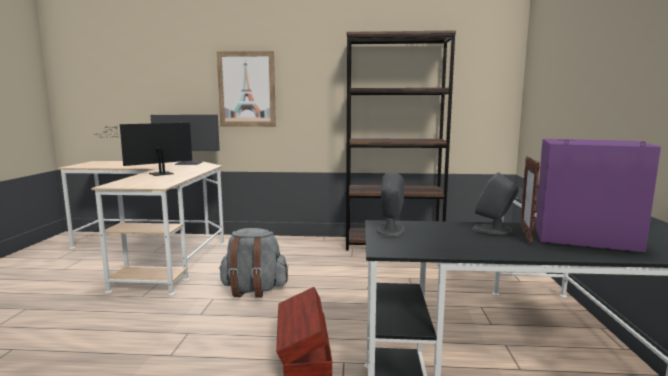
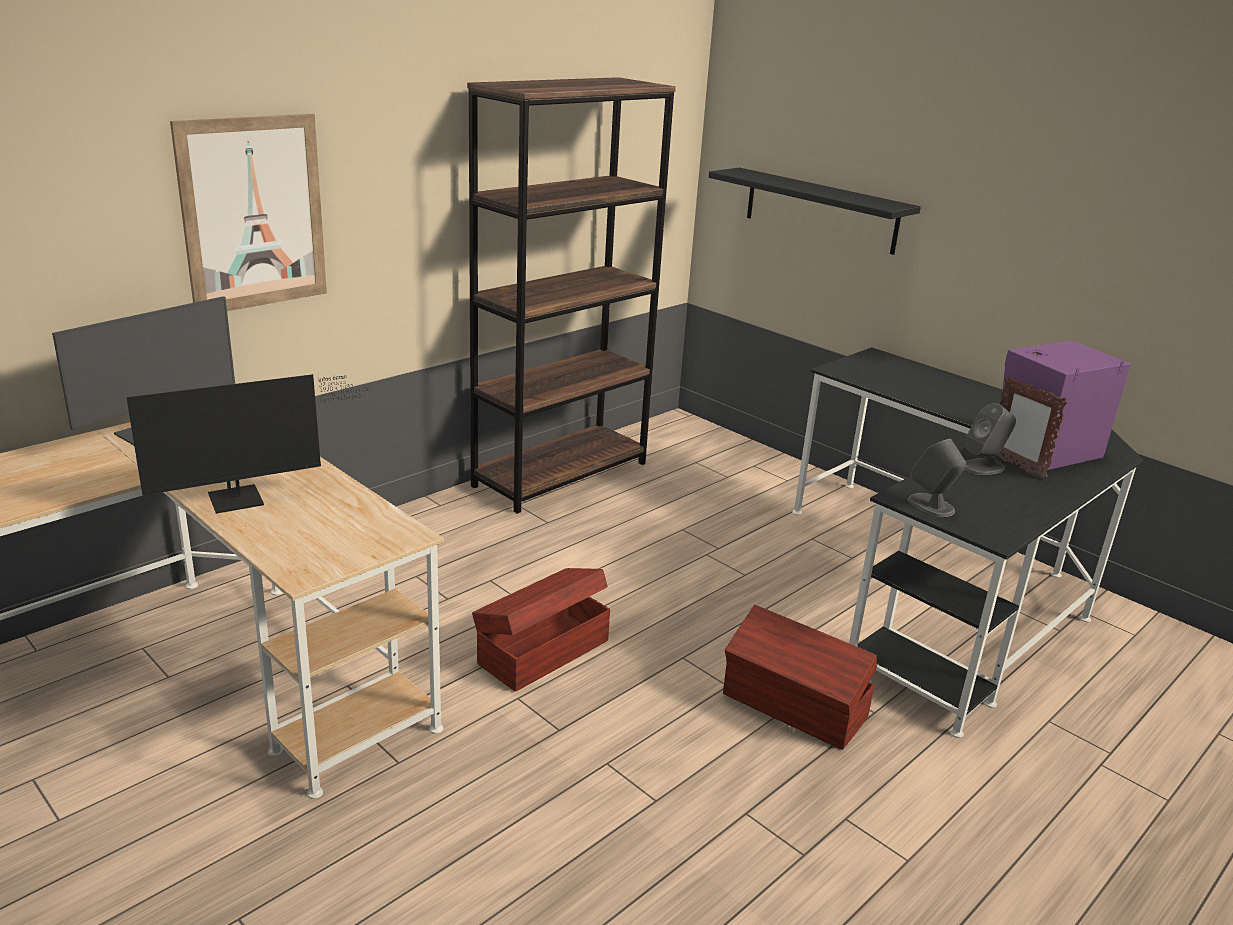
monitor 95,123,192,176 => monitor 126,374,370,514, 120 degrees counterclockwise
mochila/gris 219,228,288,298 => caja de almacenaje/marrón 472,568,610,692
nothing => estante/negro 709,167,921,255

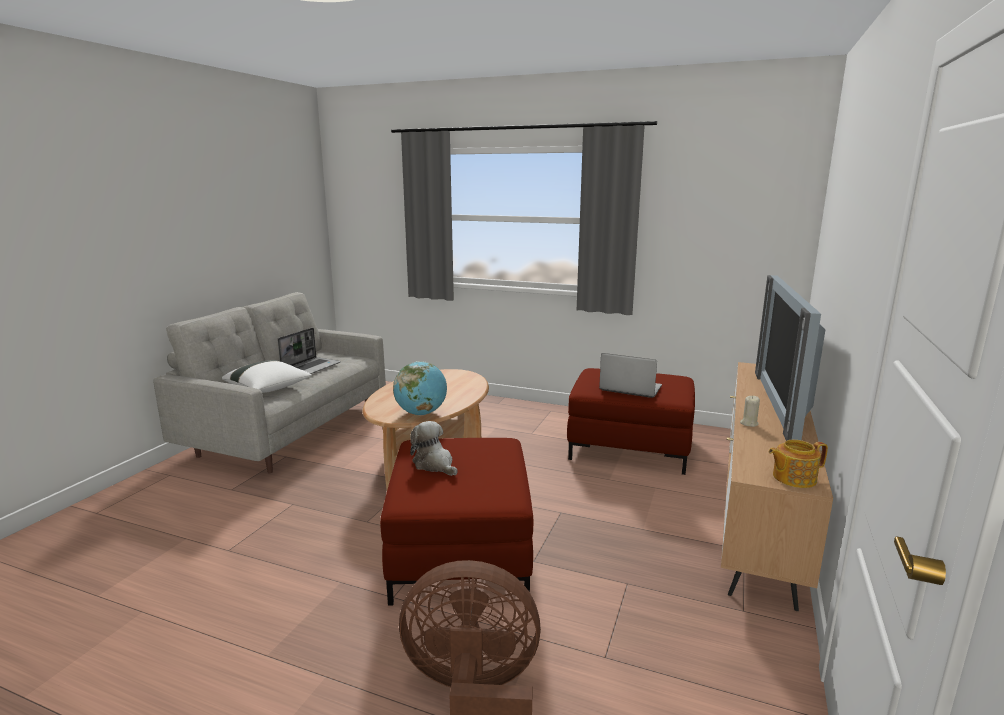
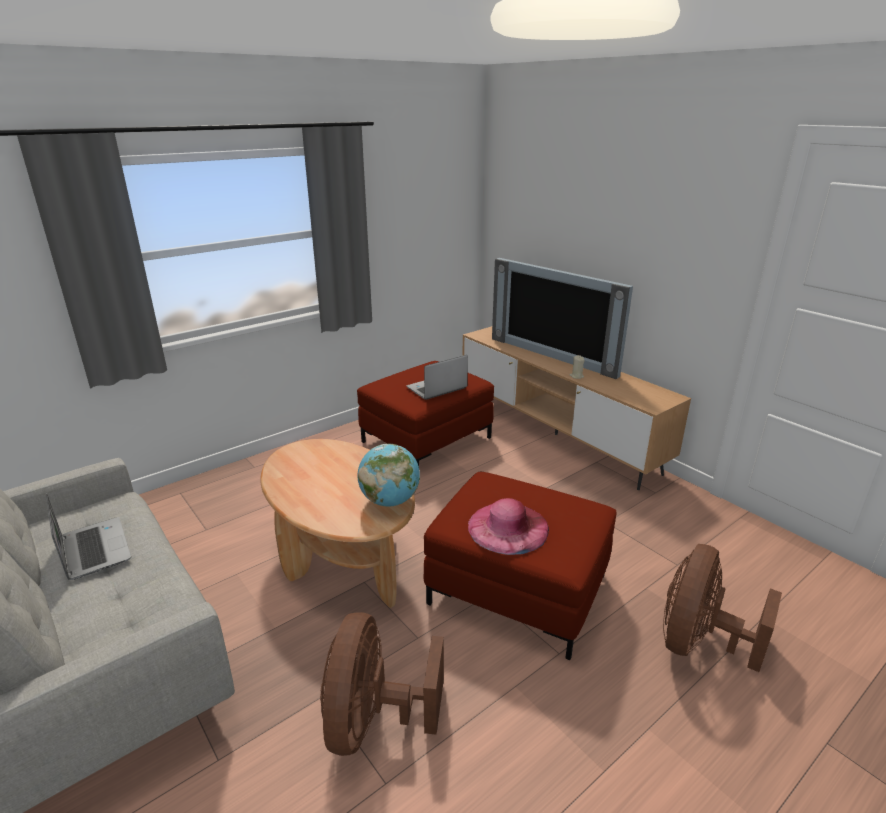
cojín/blanco 222,360,312,393 => nothing
peluche 410,421,458,476 => sombrero/rosa 468,498,549,555
tetera 768,440,828,488 => nothing
nothing => ventilador/marrón 320,612,444,756

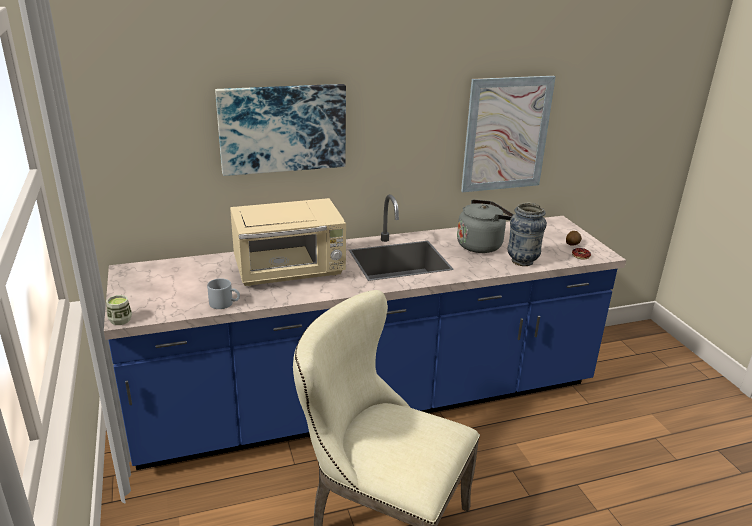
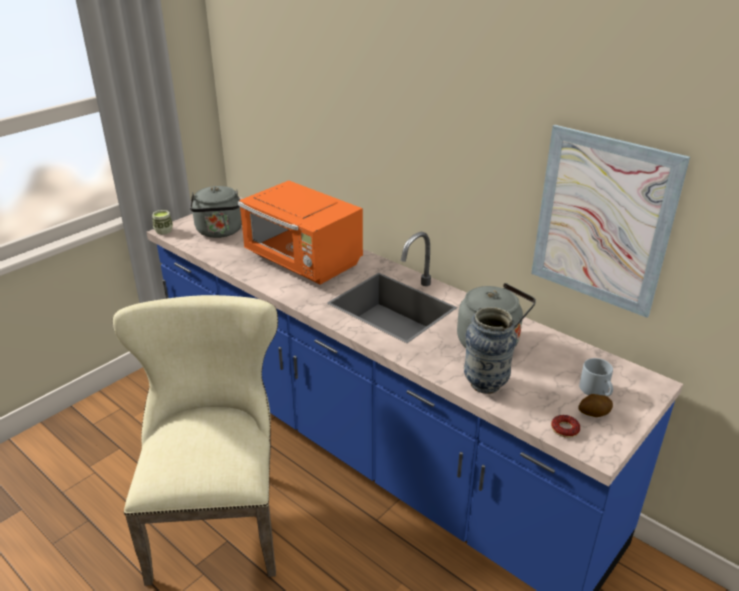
taza grande/gris 207,278,240,309 => taza grande/gris 579,358,613,396, move
cuadro 215,84,346,176 => nothing
microondas/beis 230,198,346,286 => microondas/naranja 238,180,363,285
nothing => hervidor/gris 190,186,242,238

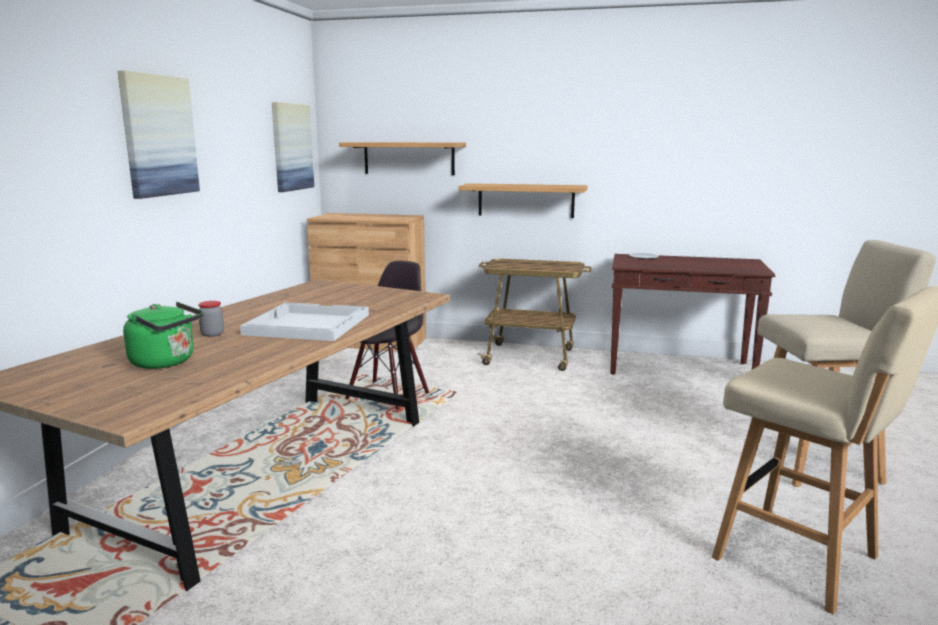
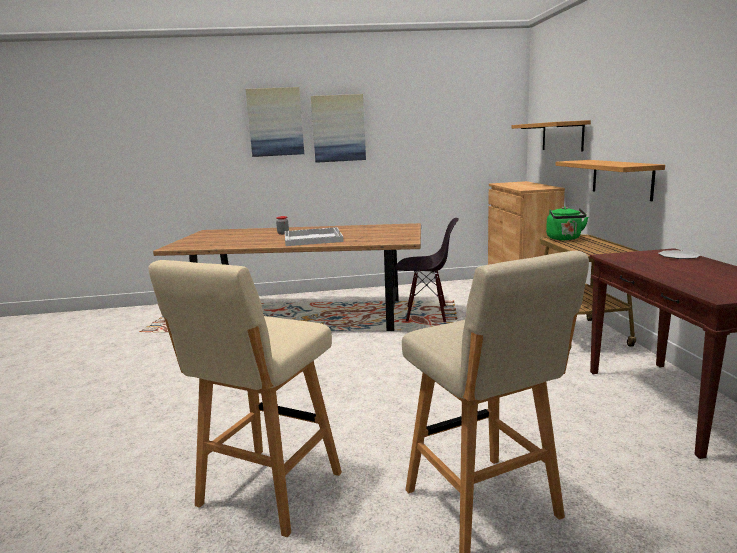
hervidor/verde 123,302,203,369 => hervidor/verde 546,206,588,240, move
cuadro 272,102,314,192 => cuadro 246,87,304,157, move

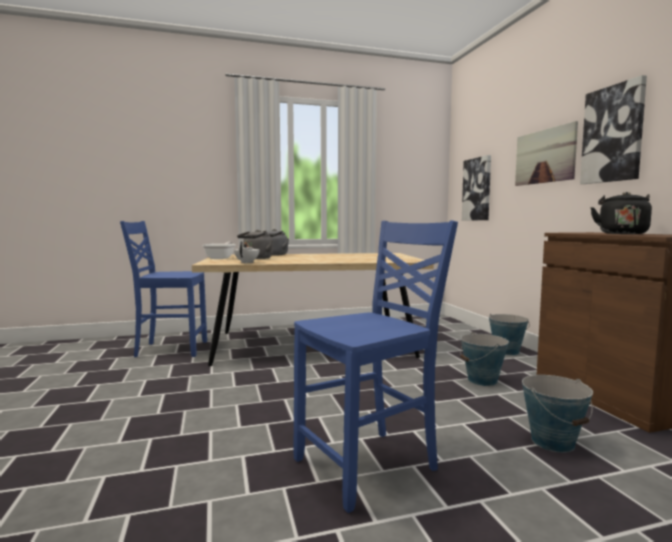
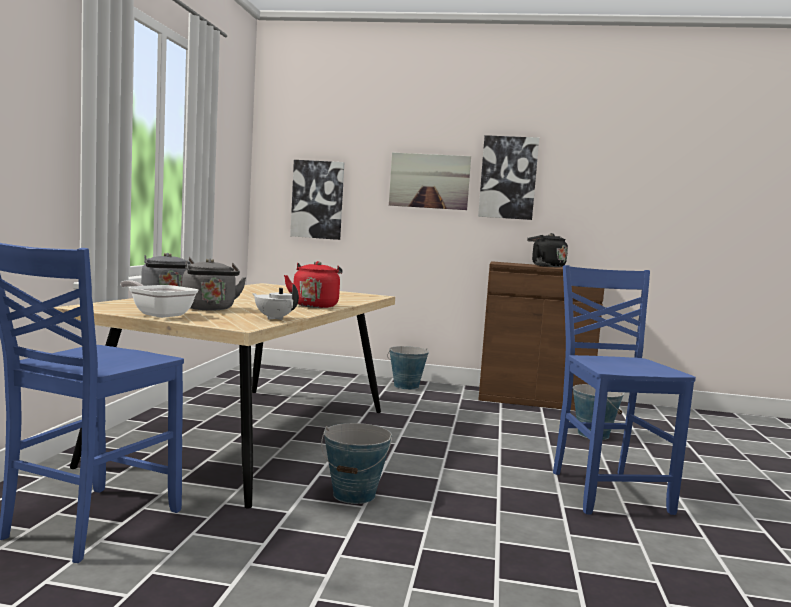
cubo 460,332,509,386 => cubo 321,423,392,504, move
nothing => hervidor/rojo 284,261,343,308

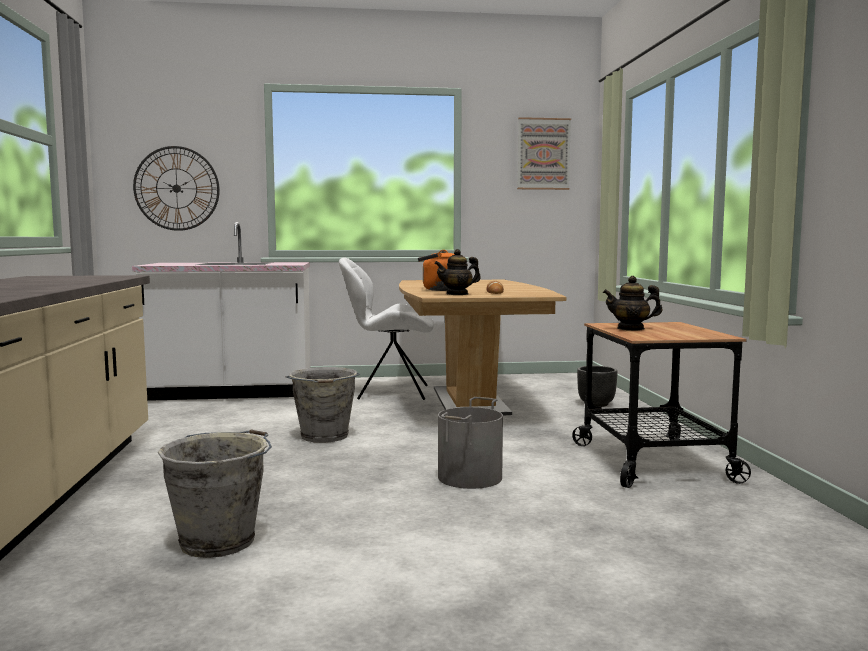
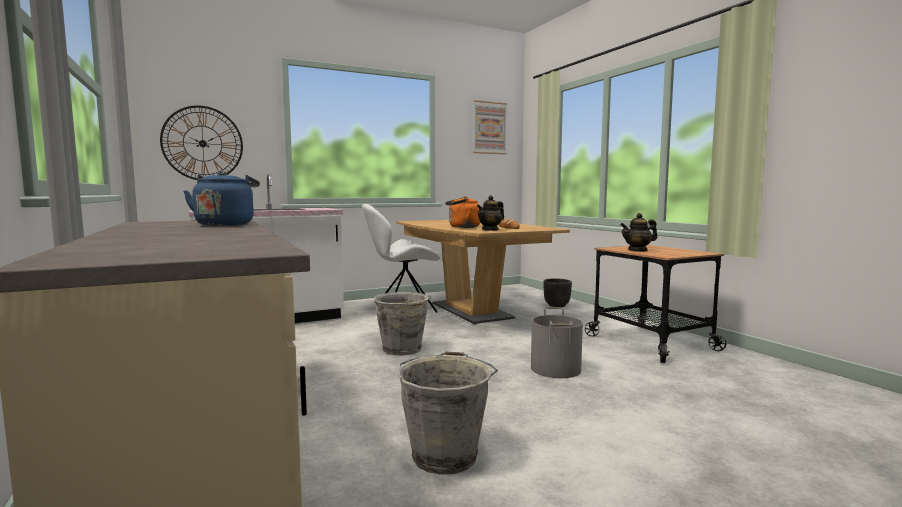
nothing => hervidor/azul 184,171,260,226

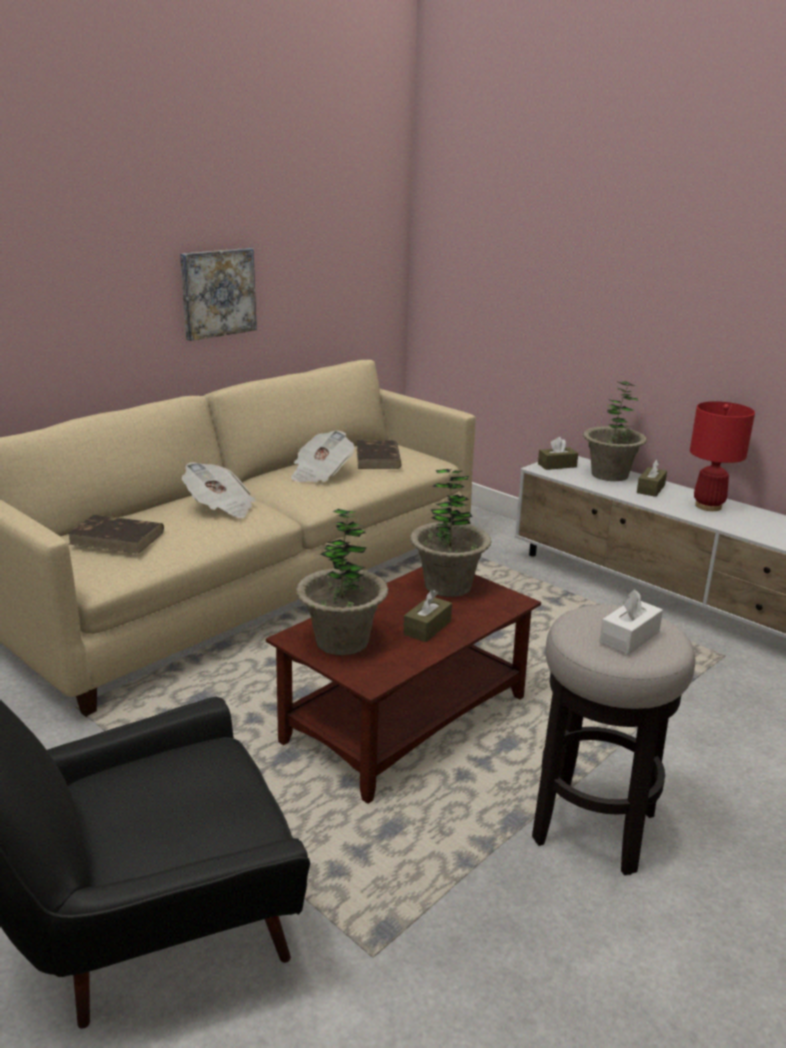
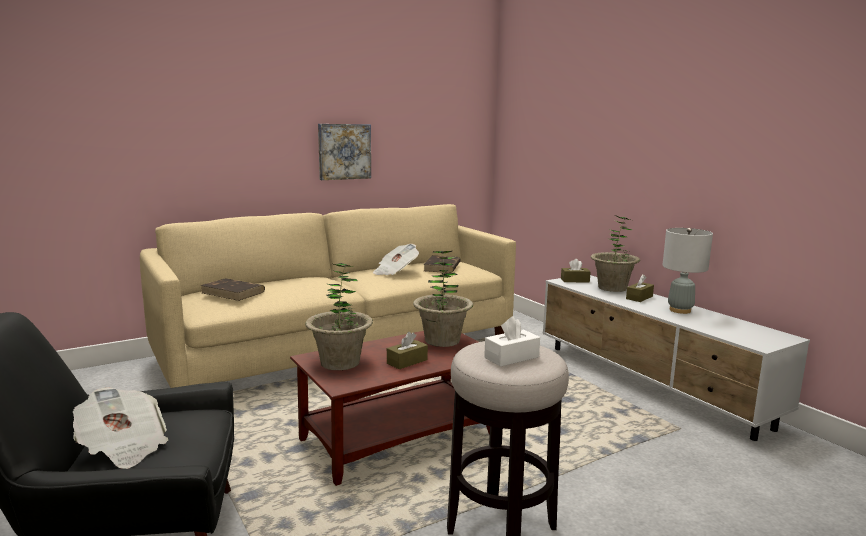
periódico 182,462,256,518 => periódico 73,387,168,469, move
lámpara de mesa/rojo 690,401,755,511 => lámpara de mesa/gris 663,228,713,314

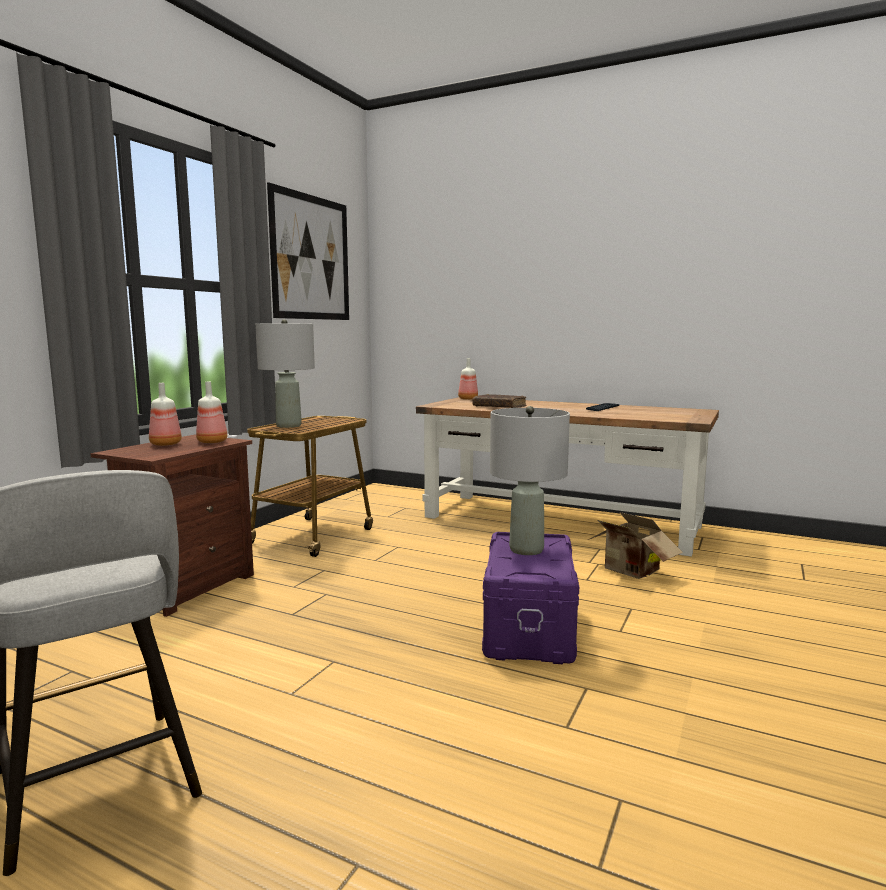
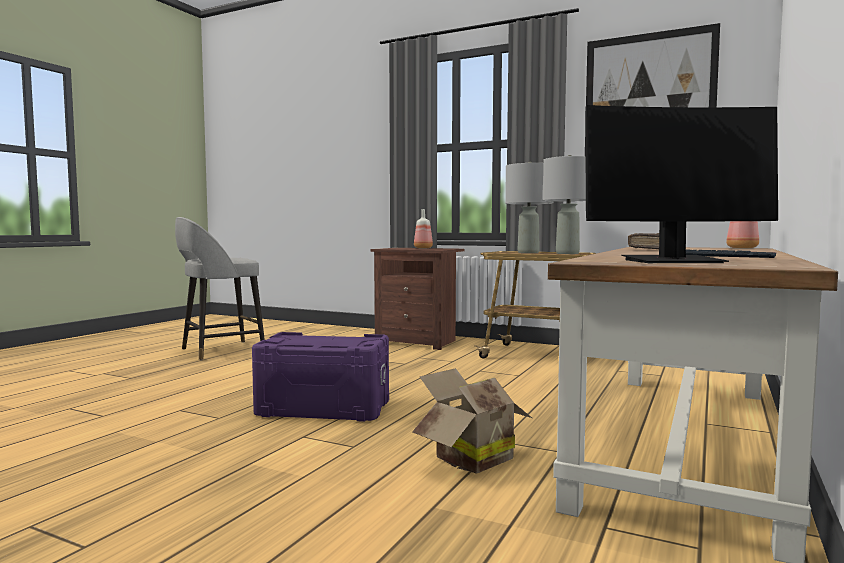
botella 196,382,227,443 => nothing
lámpara de mesa/gris 490,406,570,555 => lámpara de mesa/gris 543,155,586,254, move
nothing => monitor 585,105,778,263

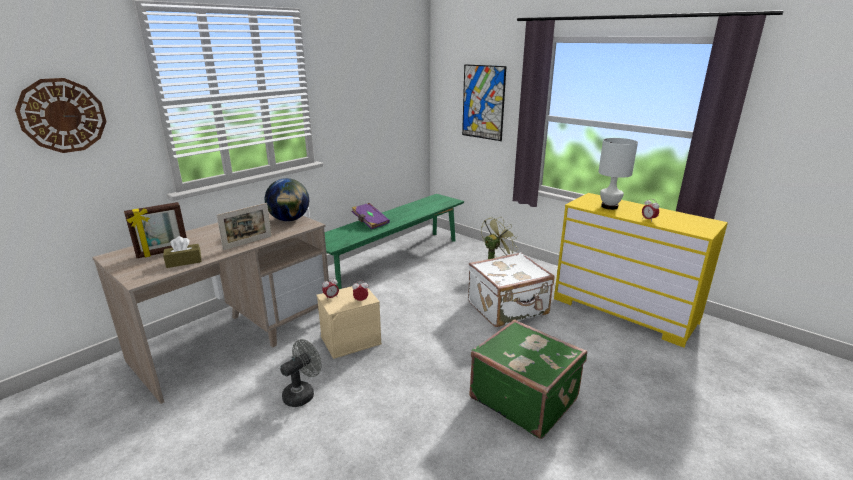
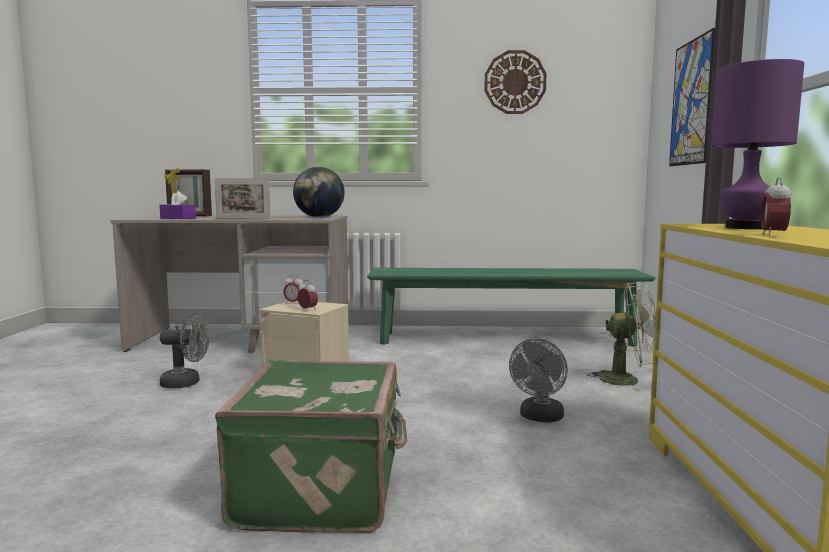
reloj de pared 15,78,107,153 => reloj de pared 484,50,547,114, move
caja de pañuelos/marrón 163,236,202,268 => caja de pañuelos/morado 160,191,196,219
libro/morado 352,203,390,230 => nothing
maleta/blanco 468,252,554,327 => ventilador/gris 509,339,568,423
lámpara de mesa/blanco 598,138,638,210 => lámpara de mesa/morado 712,59,804,229

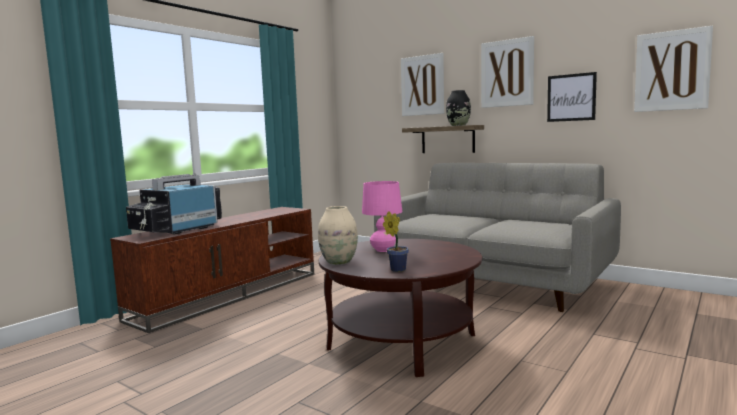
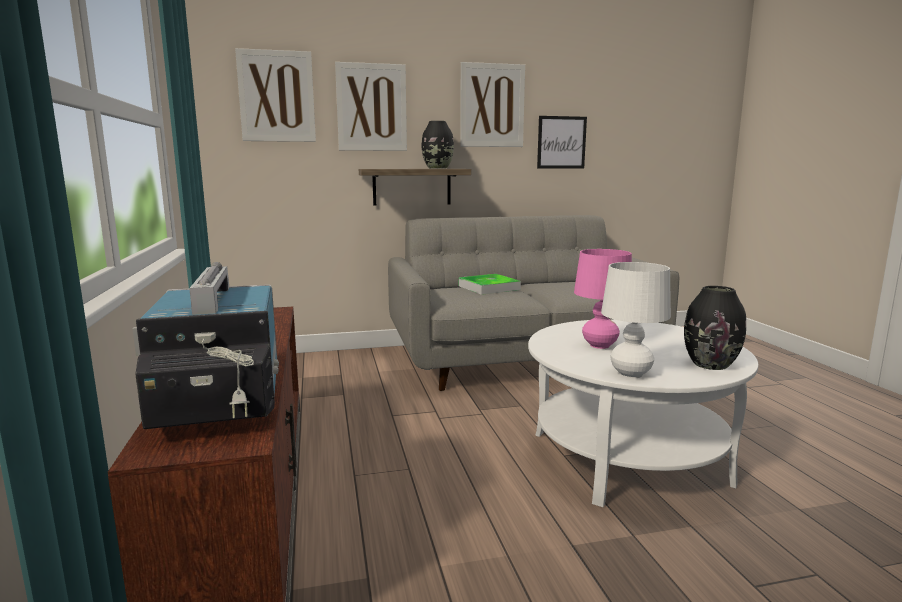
florero/beis 318,206,358,265 => lámpara de mesa/blanco 601,262,671,378
mesa de centro/marrón 319,239,482,377 => mesa de centro/blanco 528,319,758,507
planta en maceta 383,211,409,272 => florero/negro 684,286,746,370
cuadro 634,26,713,112 => cuadro 235,48,316,142, move
nothing => bandeja 459,274,521,295

